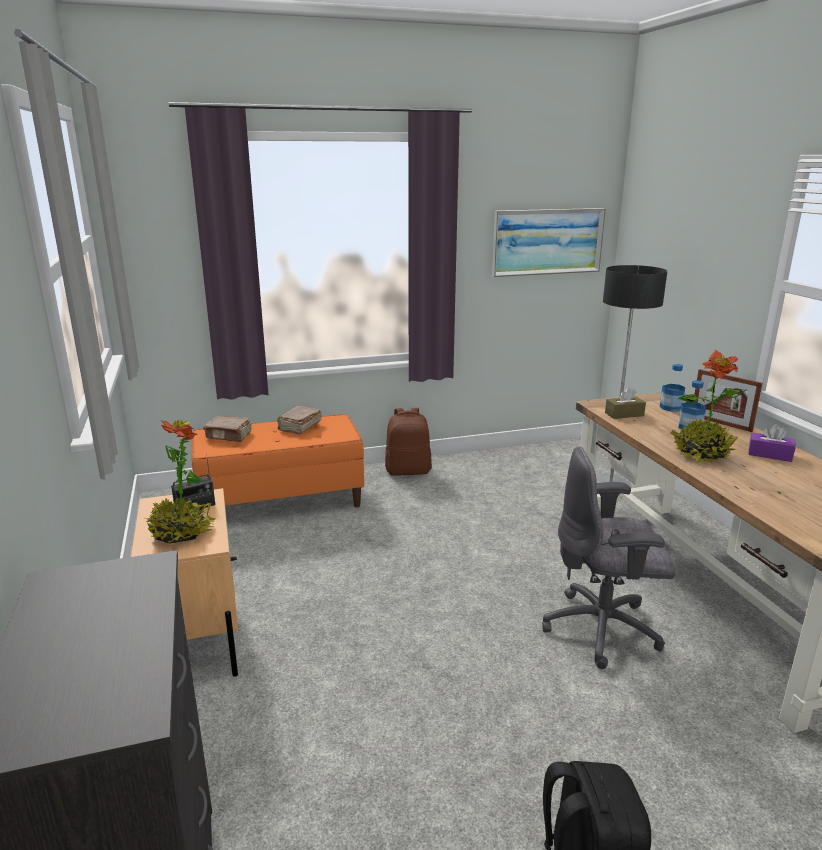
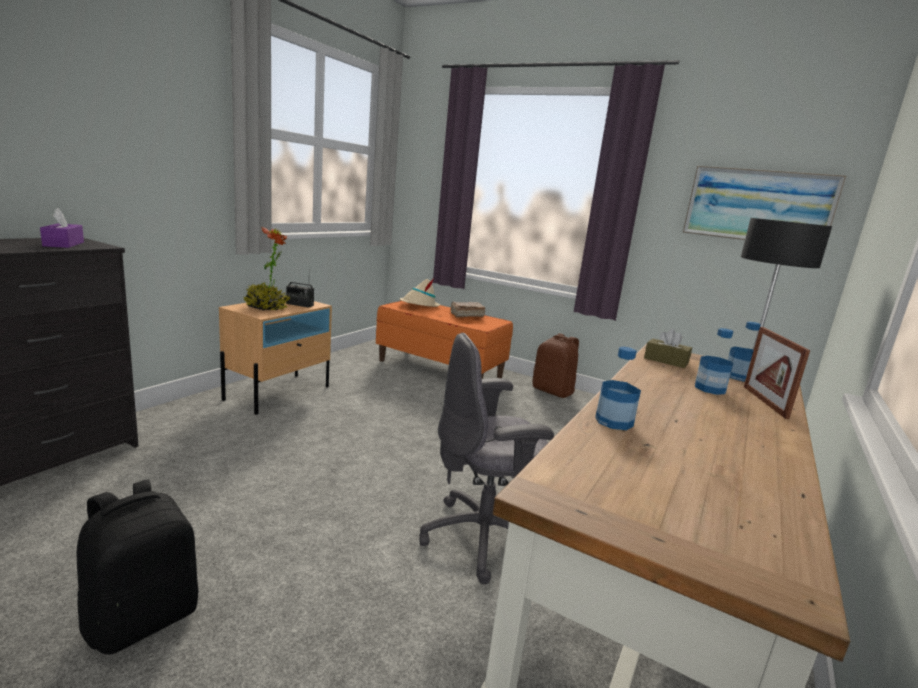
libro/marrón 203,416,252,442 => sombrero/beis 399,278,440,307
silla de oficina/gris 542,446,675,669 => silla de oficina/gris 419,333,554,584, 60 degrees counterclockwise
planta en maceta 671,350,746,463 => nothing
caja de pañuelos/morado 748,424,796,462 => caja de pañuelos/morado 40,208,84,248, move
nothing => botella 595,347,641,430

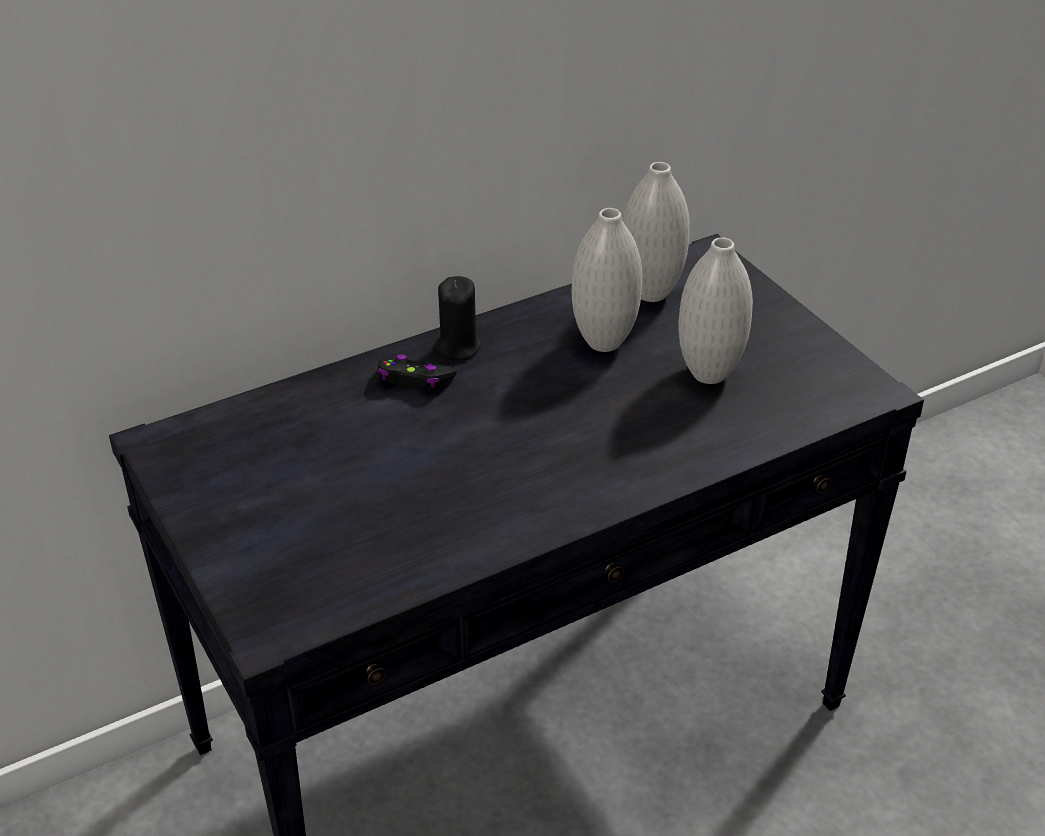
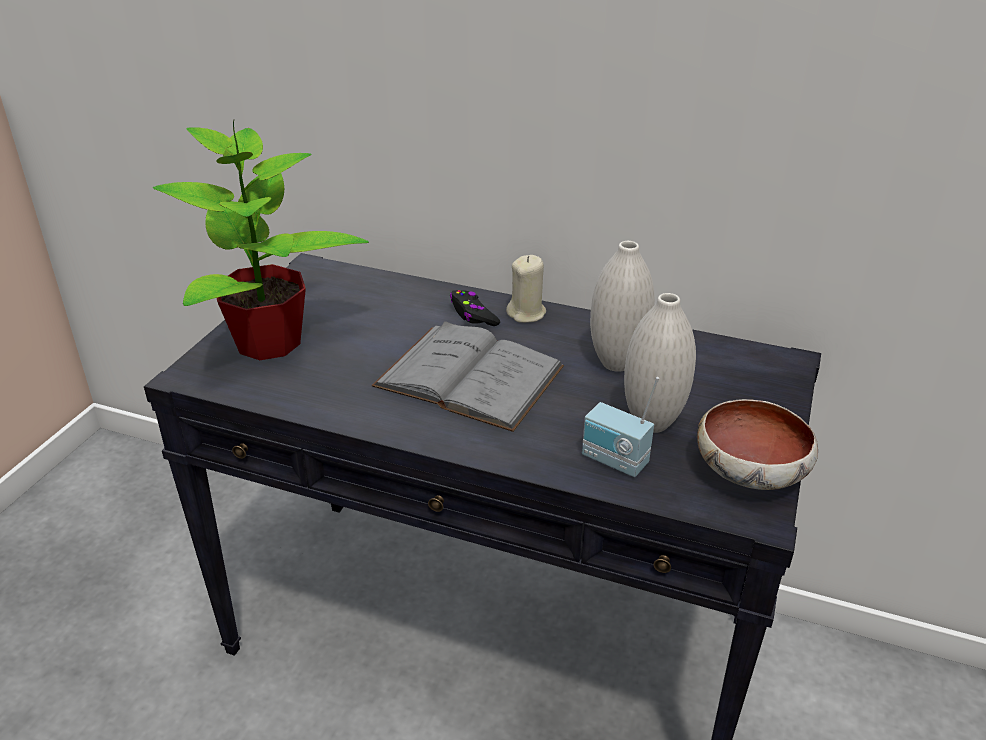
vela/negro 435,276,481,360 => vela/beis 506,255,546,323
florero/blanco 623,162,690,302 => nothing
nothing => planta en maceta 153,120,369,360
nothing => libro/gris 372,321,564,432
nothing => radio 582,377,659,477
nothing => cuenco 697,399,818,490

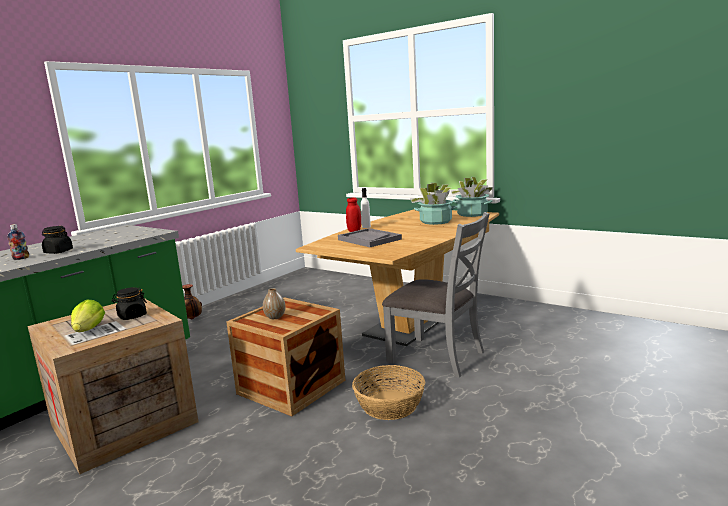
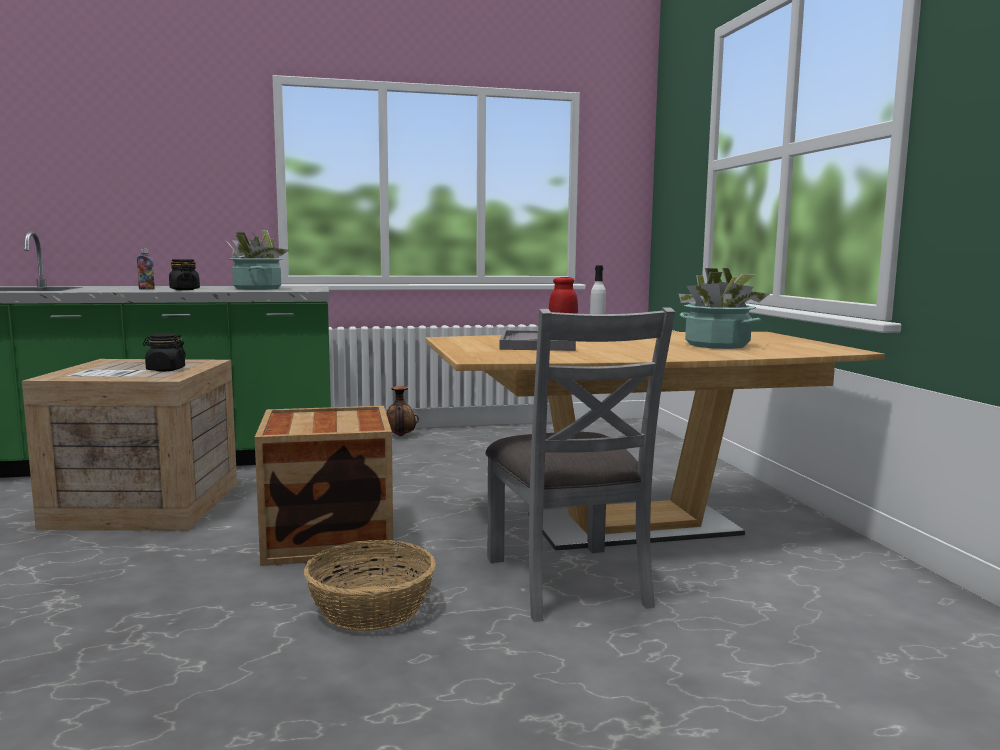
lechuga 71,300,105,332 => nothing
florero 263,288,285,319 => nothing
planta en maceta 451,177,494,217 => planta en maceta 226,230,289,290, move

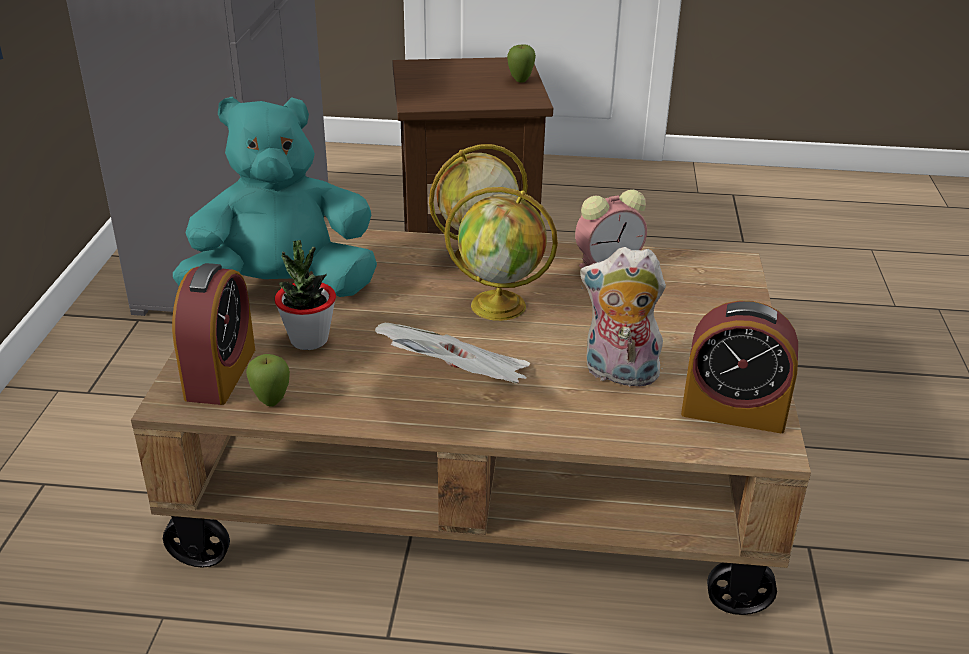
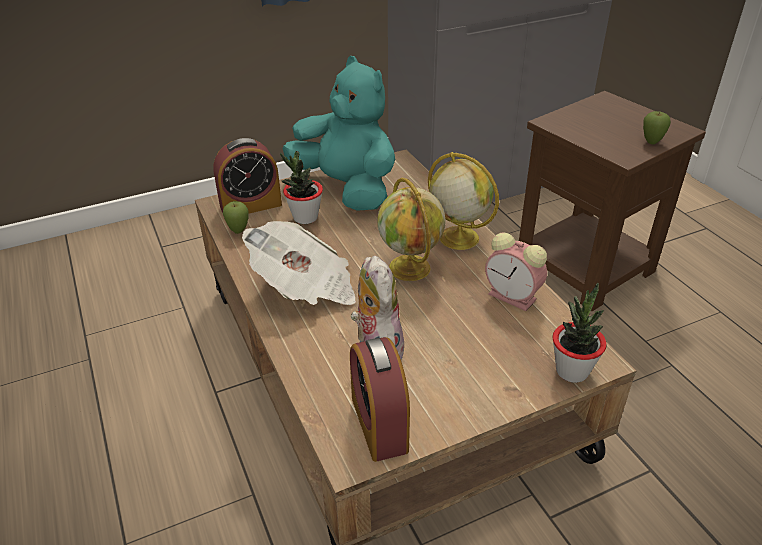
nothing => planta en maceta 553,283,607,383

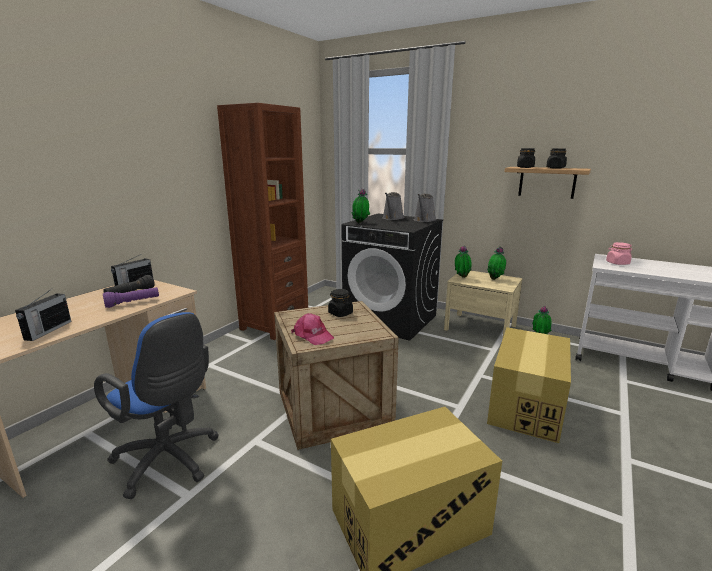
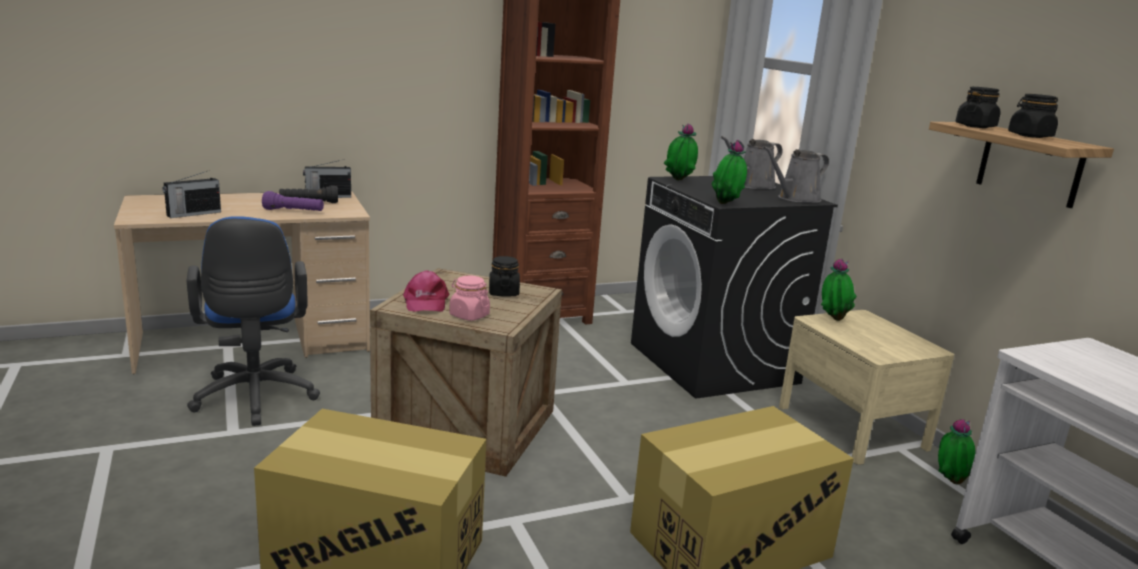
planta en maceta 487,246,506,280 => planta en maceta 712,140,747,204, move
tarro/rosa 606,242,632,265 => tarro/rosa 449,276,490,321, move

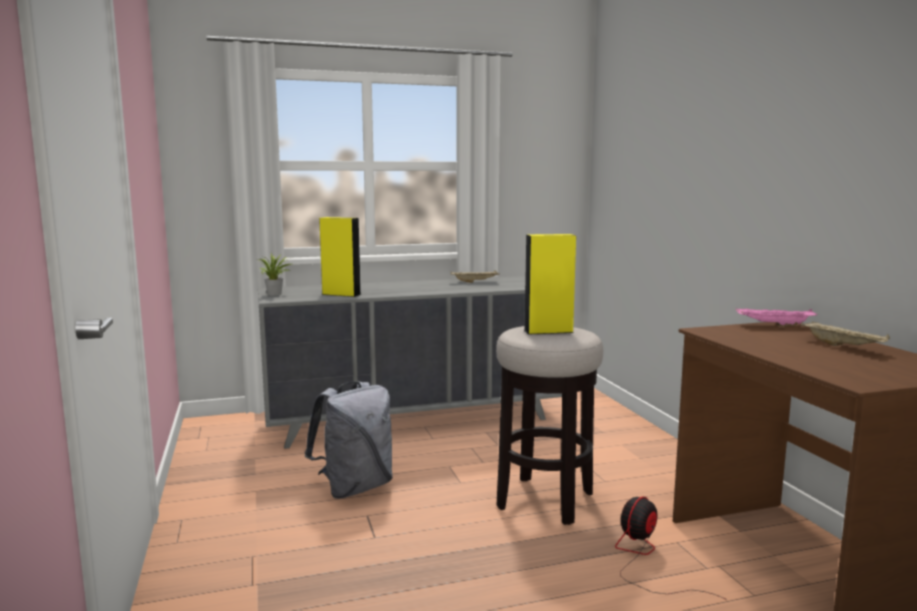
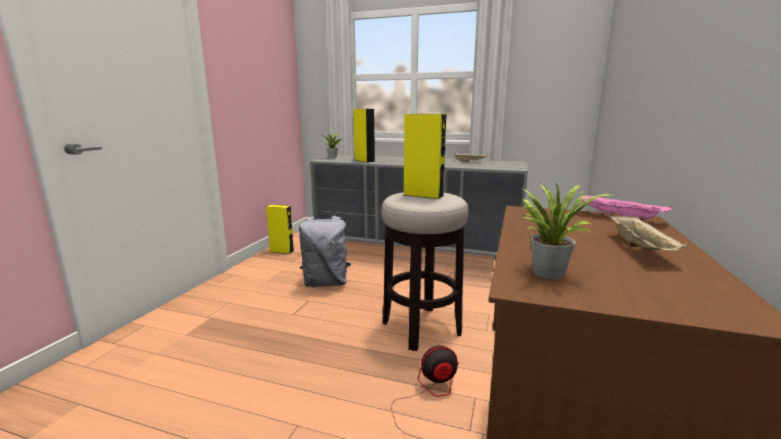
nothing => altavoz/amarillo 266,205,294,254
nothing => planta en maceta 521,184,612,279

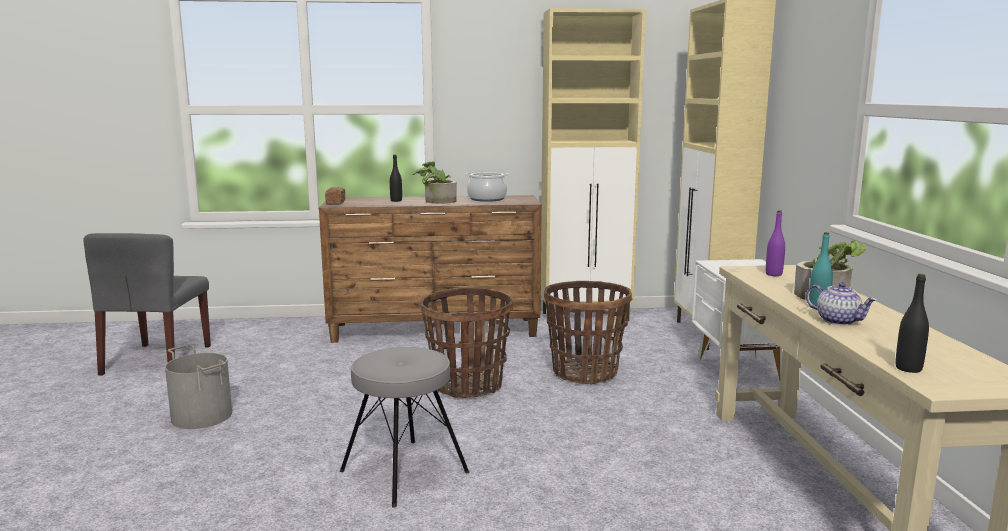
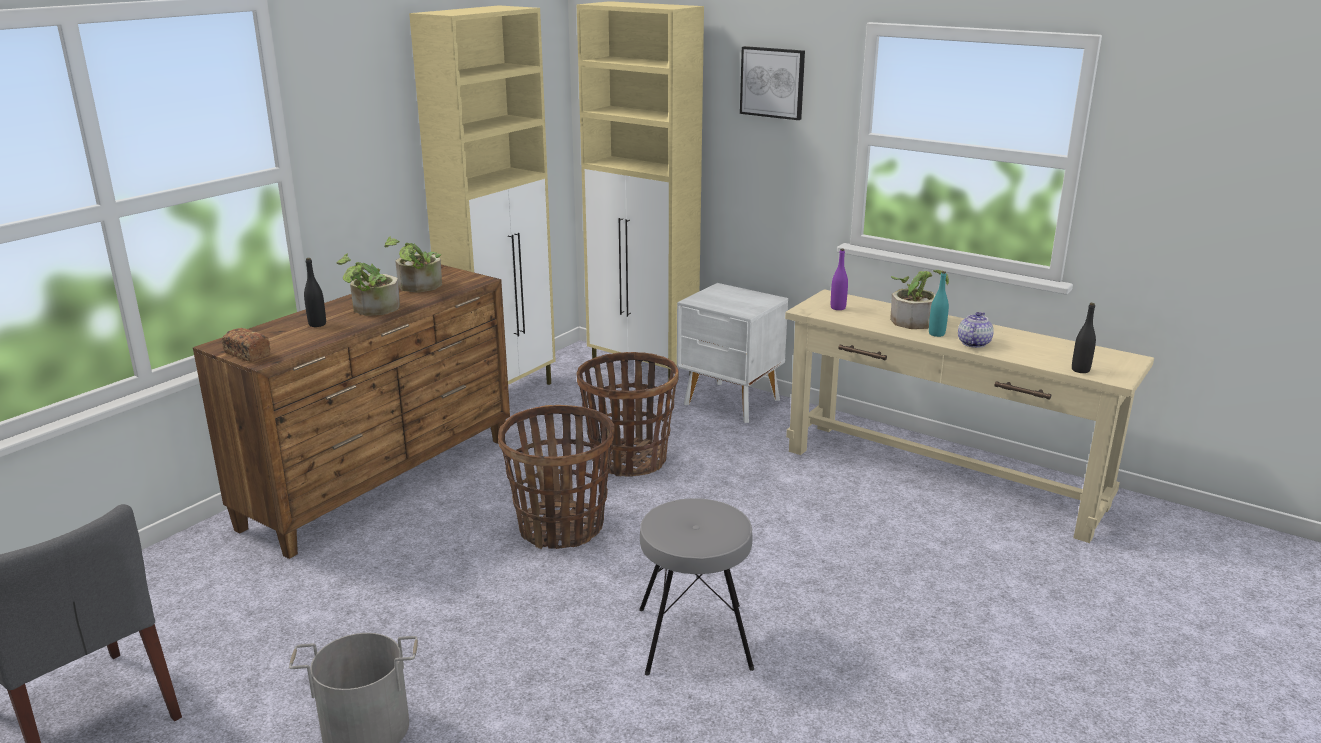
olla 465,173,509,202 => planta en maceta 384,236,442,293
tetera 806,282,877,326 => tetera 958,312,994,348, 60 degrees counterclockwise
nothing => cuadro 740,46,805,120

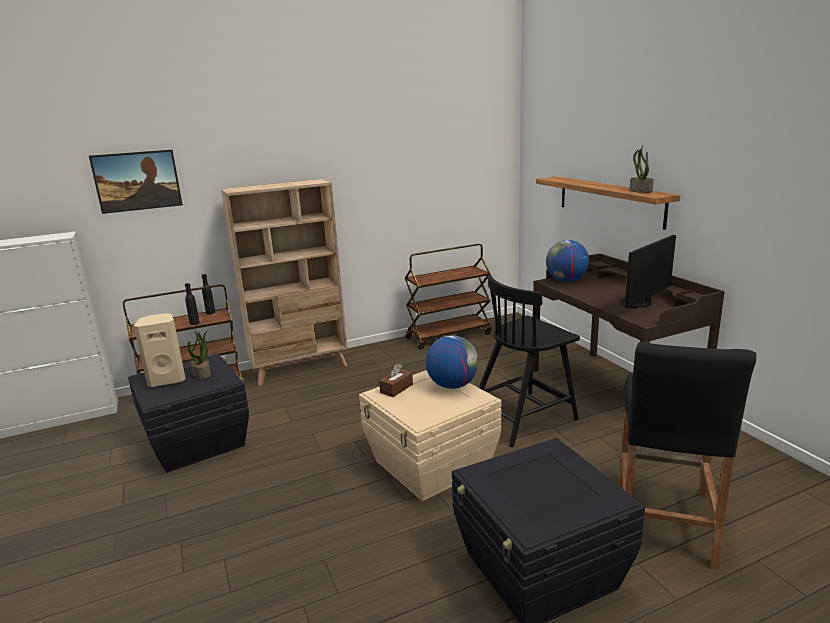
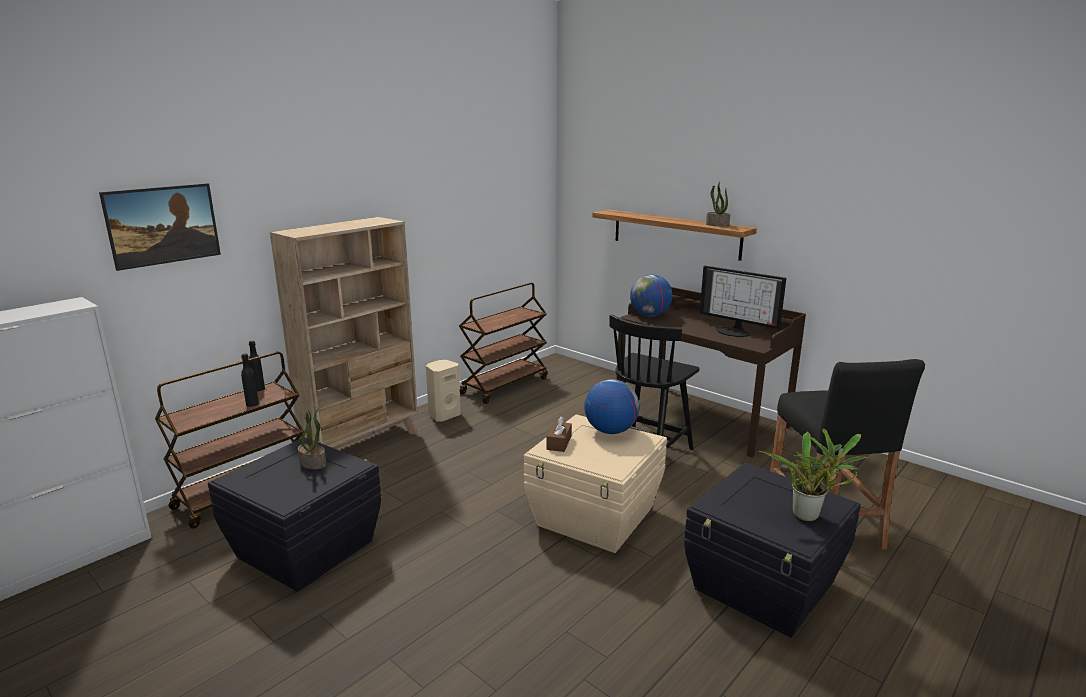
altavoz/beis 134,313,186,387 => altavoz/beis 426,360,461,422, move
monitor 620,235,676,308 => monitor 700,266,786,337, 75 degrees counterclockwise
nothing => planta en maceta 759,429,867,521

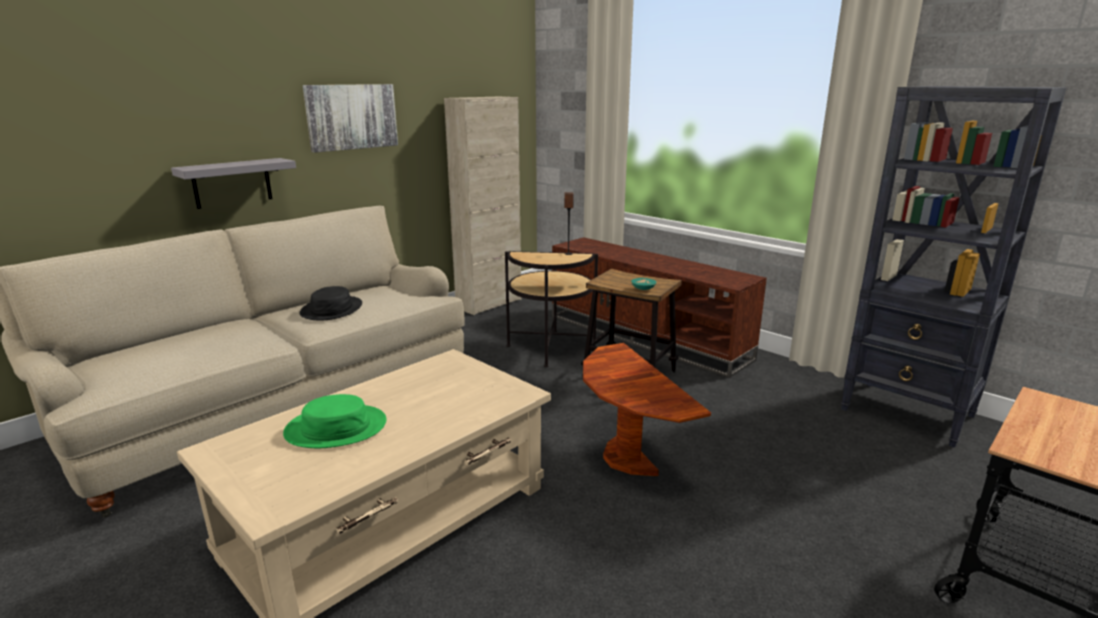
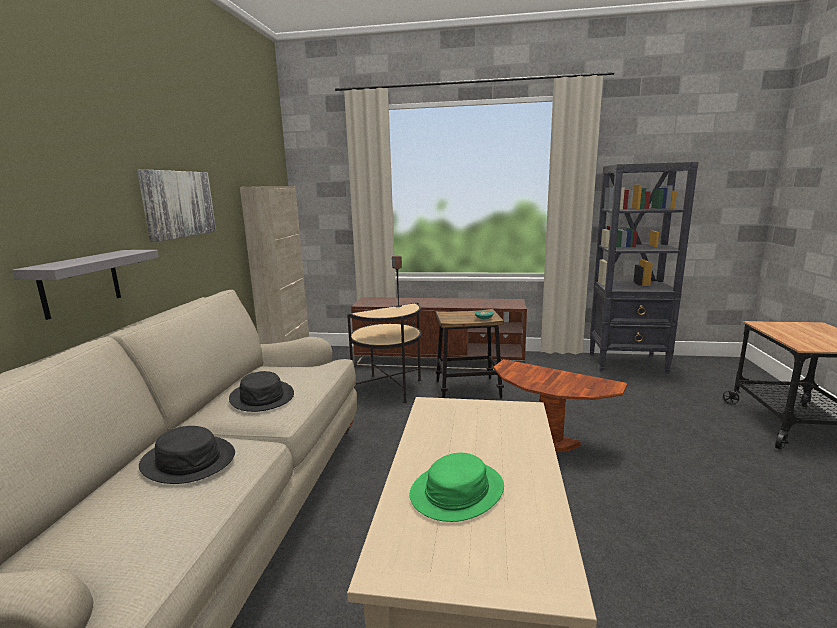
nothing => sombrero/negro 139,426,235,484

